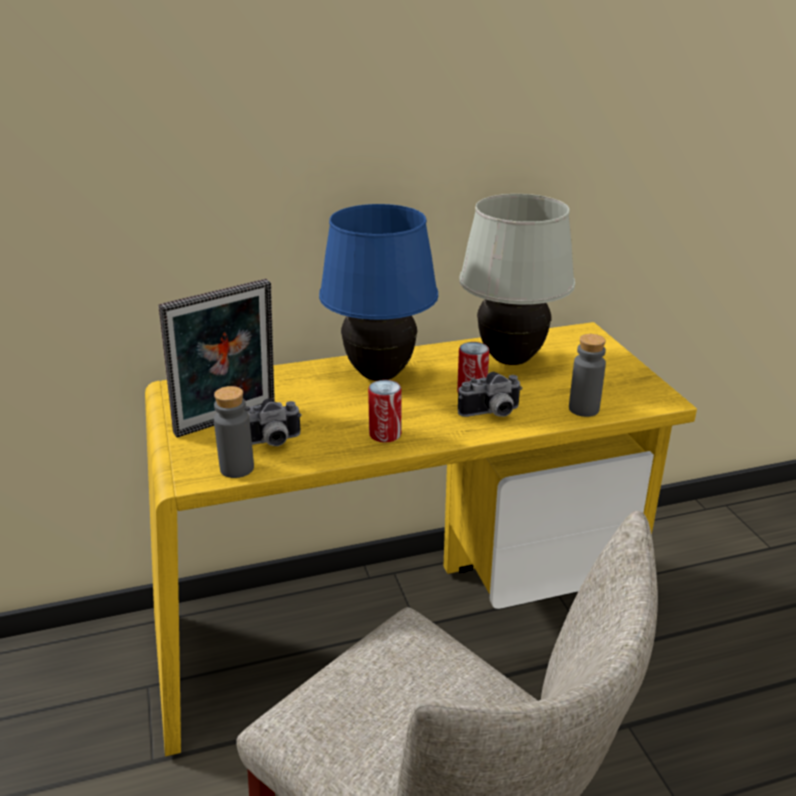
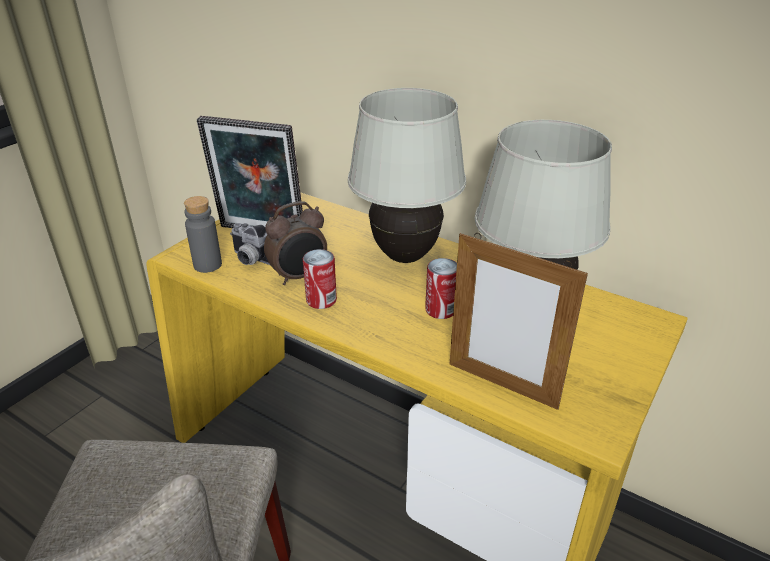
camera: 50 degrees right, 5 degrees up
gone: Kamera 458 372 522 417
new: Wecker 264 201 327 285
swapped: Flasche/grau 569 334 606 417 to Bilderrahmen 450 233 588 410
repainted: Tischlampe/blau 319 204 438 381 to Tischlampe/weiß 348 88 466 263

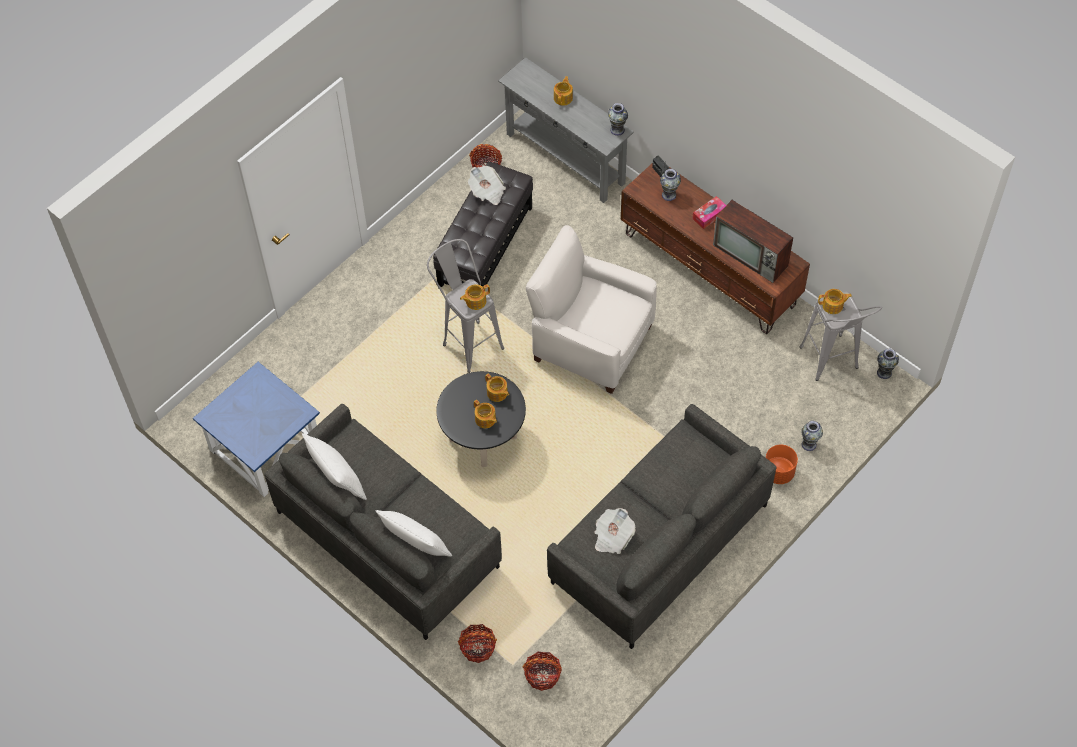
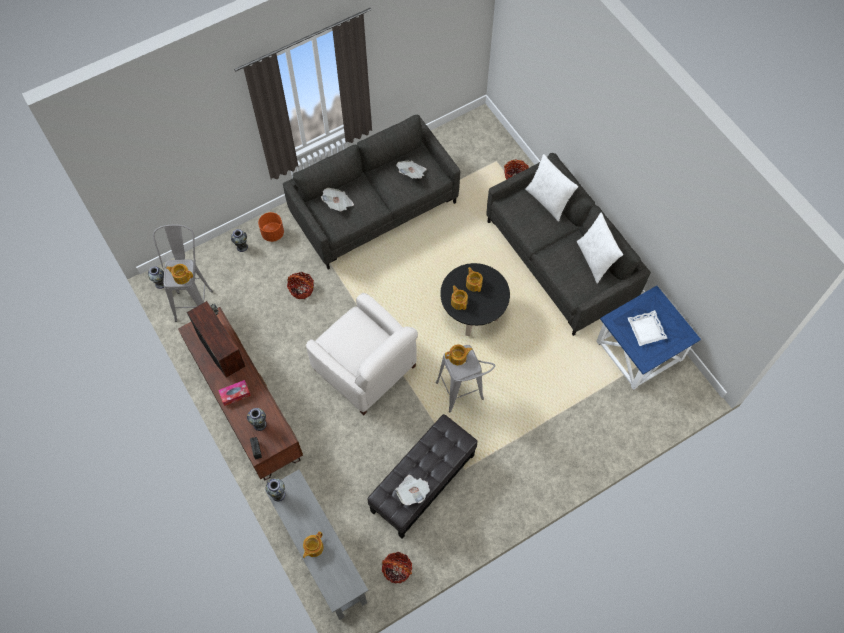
camera: 165 degrees left, 5 degrees up
new: Zeitung 321 188 354 212; Tablett/weiß 628 310 667 346
shifted: Korb 522 652 562 691 to 287 272 314 299

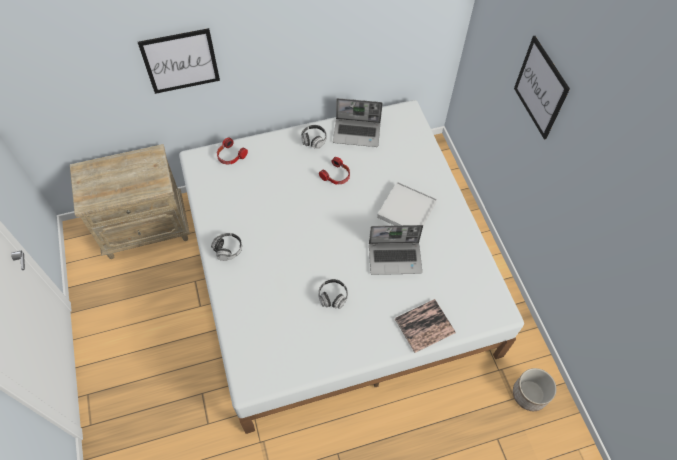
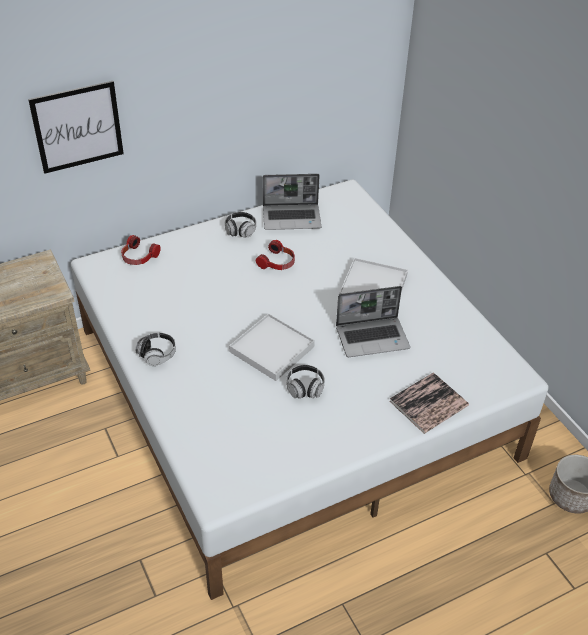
camera: 10 degrees left, 15 degrees down
gone: Bild 514 36 570 140
new: Tablett/weiß 229 313 315 381

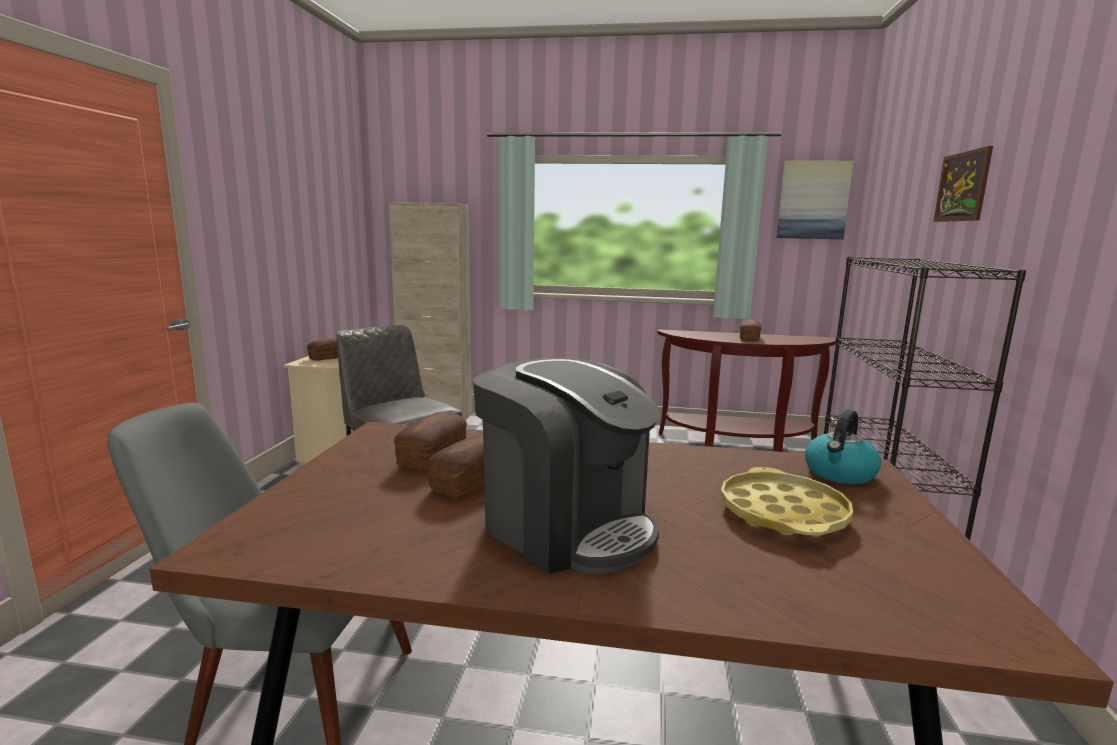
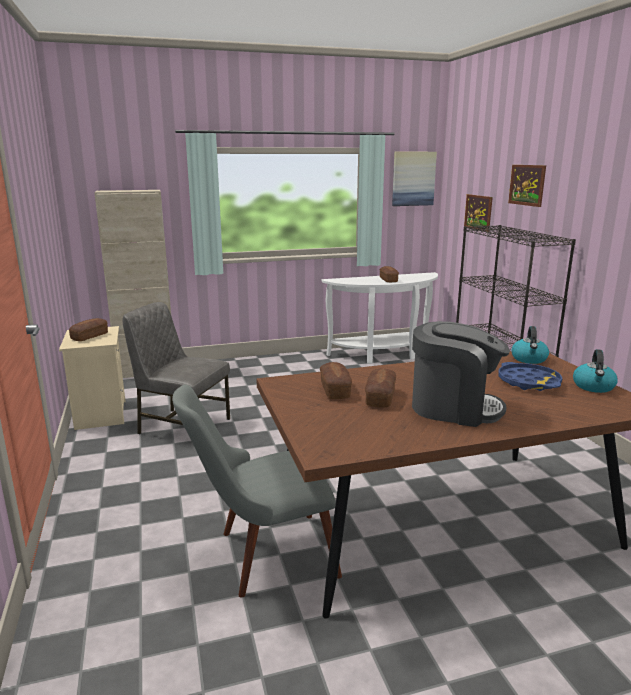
camera: 25 degrees left, 5 degrees up
new: Bild 464 194 493 232; Wasserkessel 573 349 618 393
repainted: Konsolentisch/braun 657 329 836 452 to Konsolentisch/weiß 321 272 438 364; Tablett/gelb 721 467 853 536 to Tablett/blau 498 362 562 391

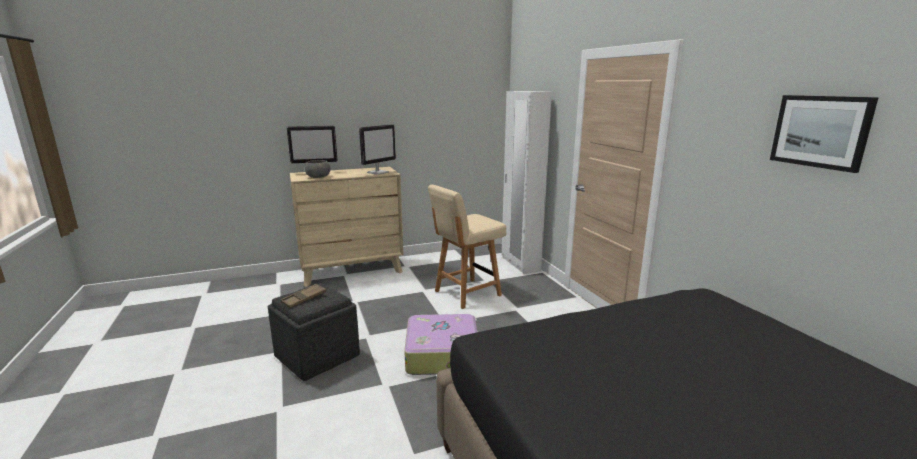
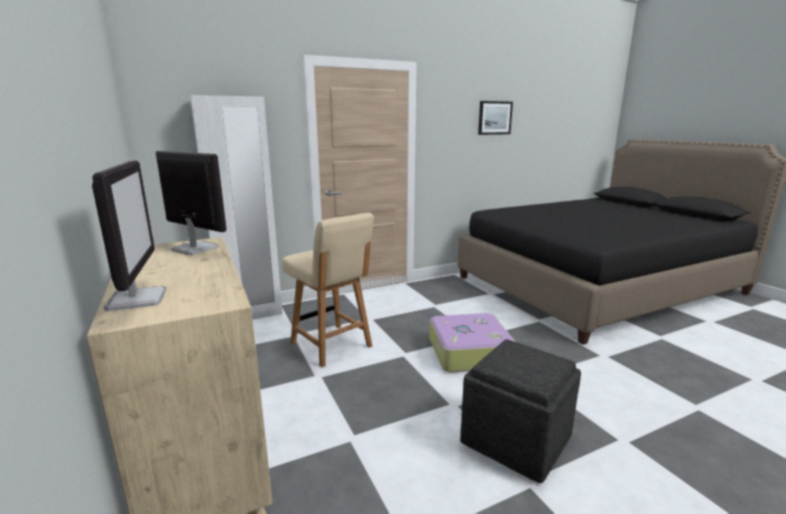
camera: 95 degrees left, 0 degrees up
gone: Tablett/braun 281 284 326 308; Schüssel/grau 305 160 331 178

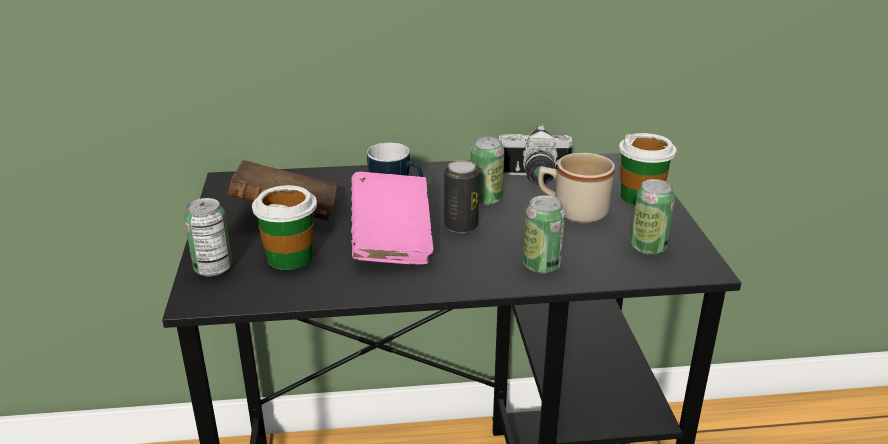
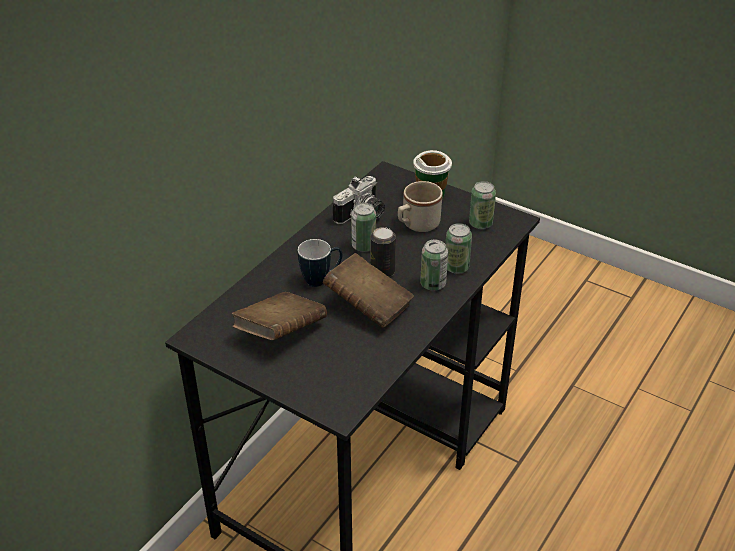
camera: 50 degrees left, 10 degrees up
gone: Tasse 252 185 317 270
shifted: Dose 184 198 232 277 to 420 240 448 291
repainted: Buch/rosa 351 172 433 265 to Buch/braun 323 253 414 328

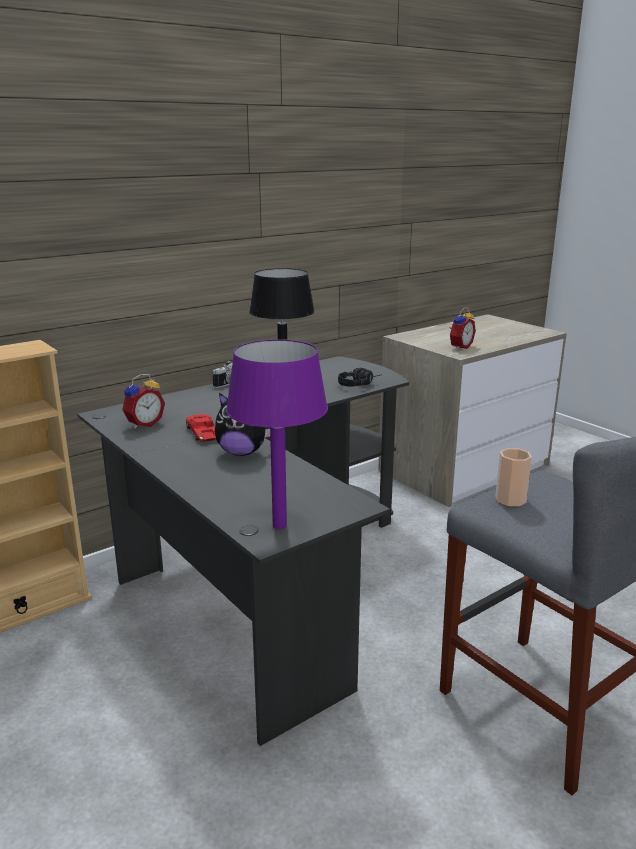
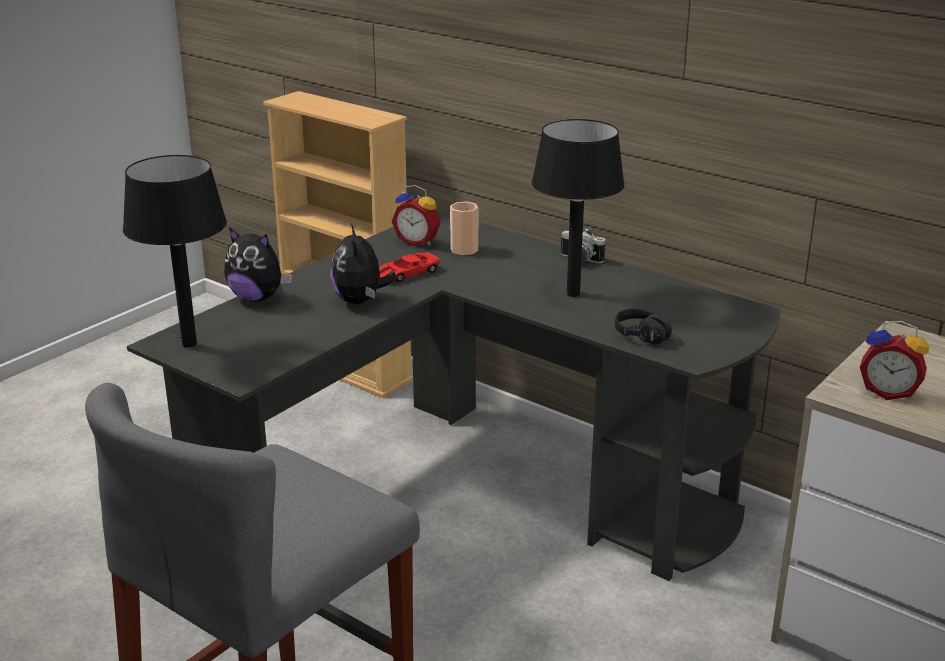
camera: 75 degrees right, 5 degrees up
new: Plüschtier 224 227 292 302
shifted: Tasse 495 448 532 506 to 450 201 478 255
repainted: Tischlampe/lila 226 339 328 529 to Tischlampe/schwarz 123 155 227 348

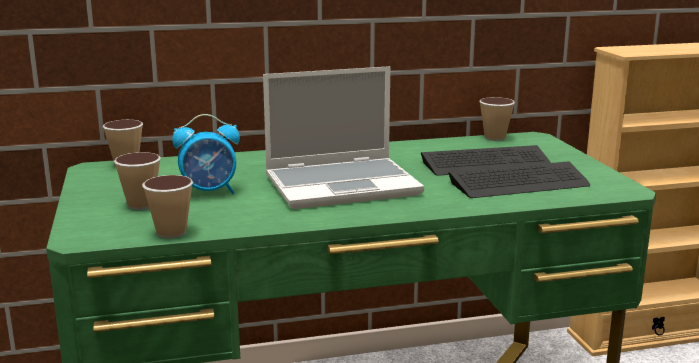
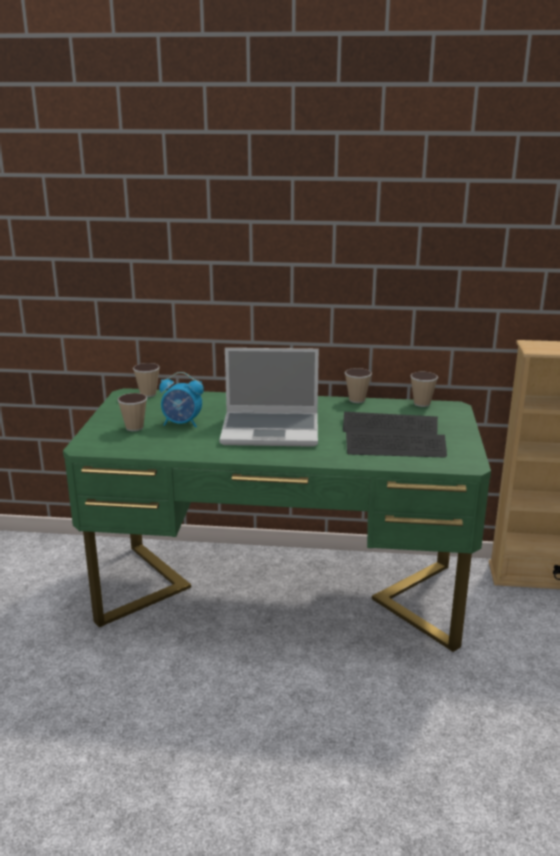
camera: 20 degrees right, 5 degrees up
shifted: Tasse 142 175 193 239 to 345 368 372 403

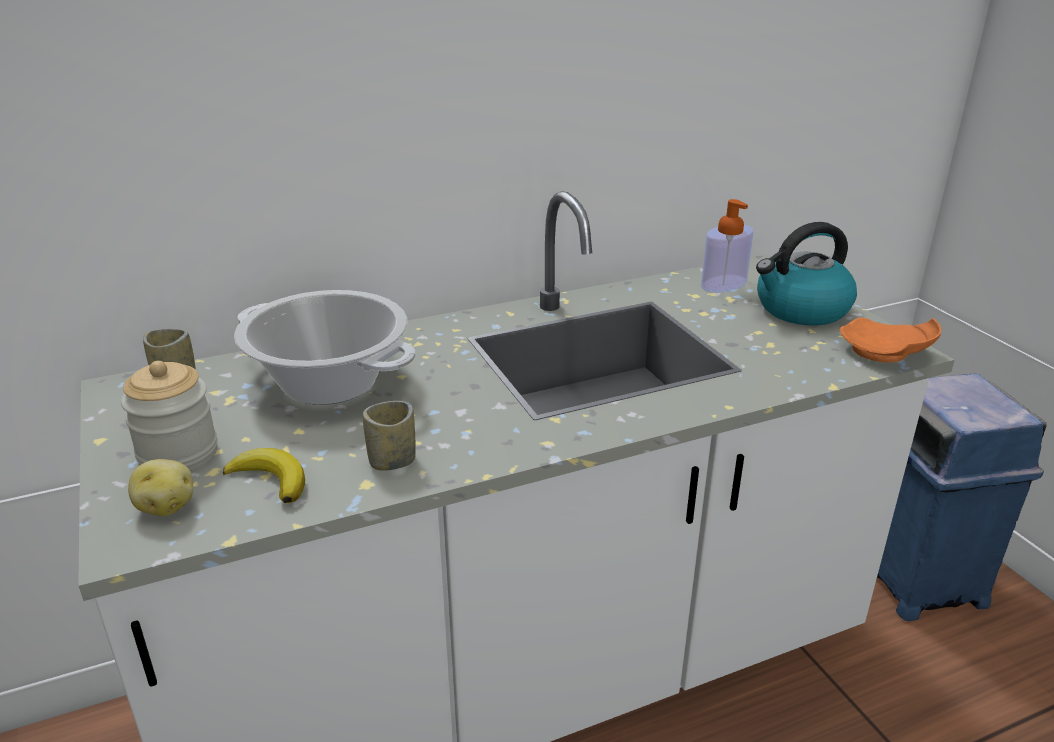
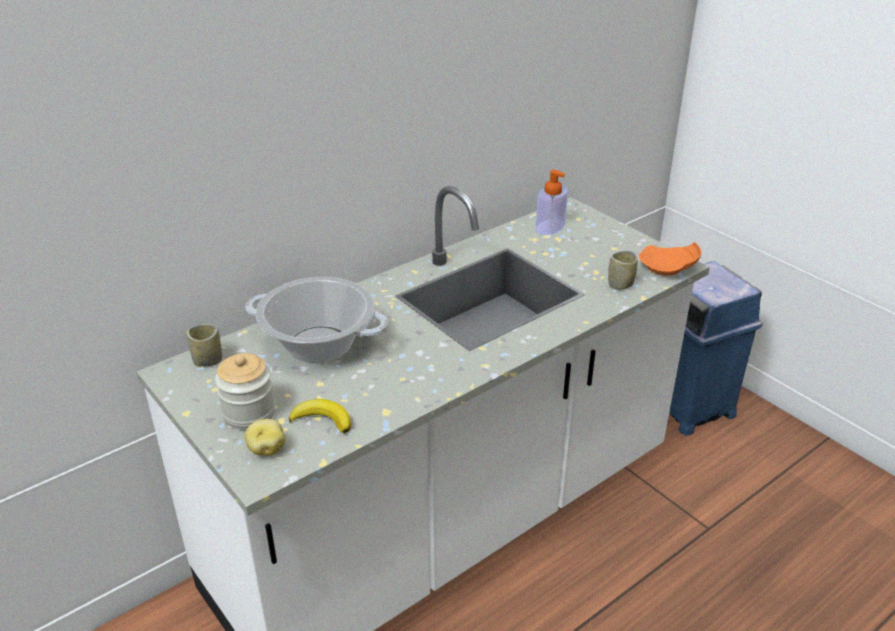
camera: 15 degrees left, 5 degrees up
gone: Wasserkessel 756 222 857 326
shifted: Tasse 362 401 416 471 to 608 251 638 290

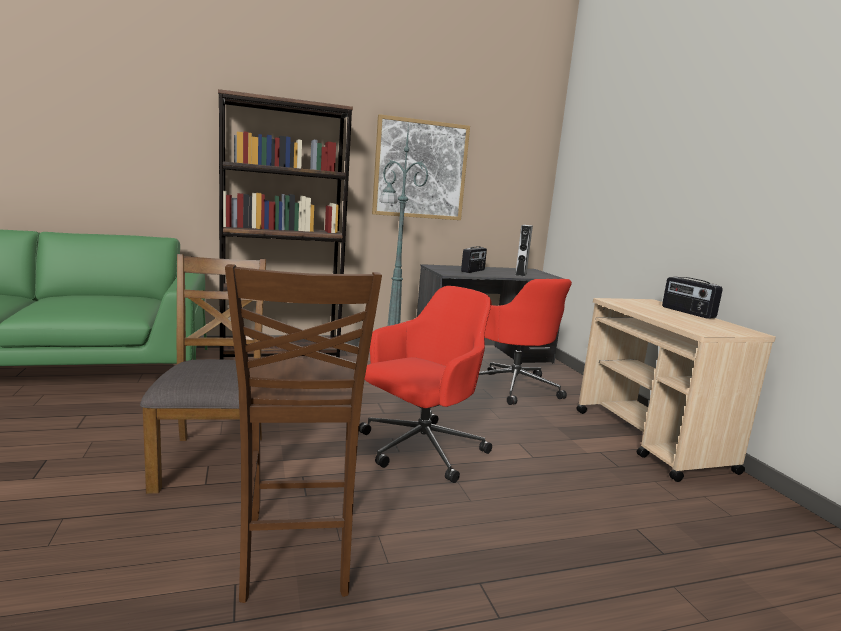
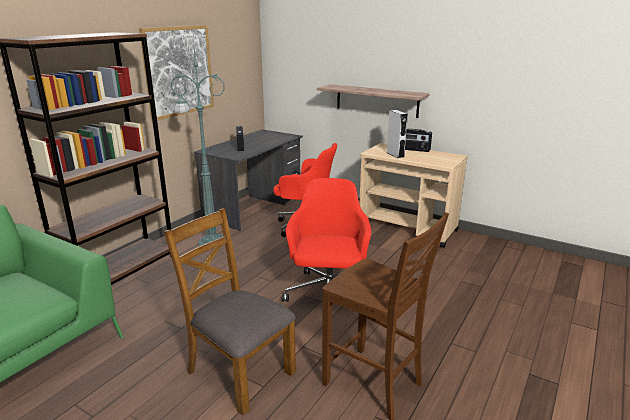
camera: 40 degrees left, 10 degrees up
new: Wandregal 317 84 430 118
shifted: Lautsprecher/grau 515 225 533 276 to 387 110 408 158

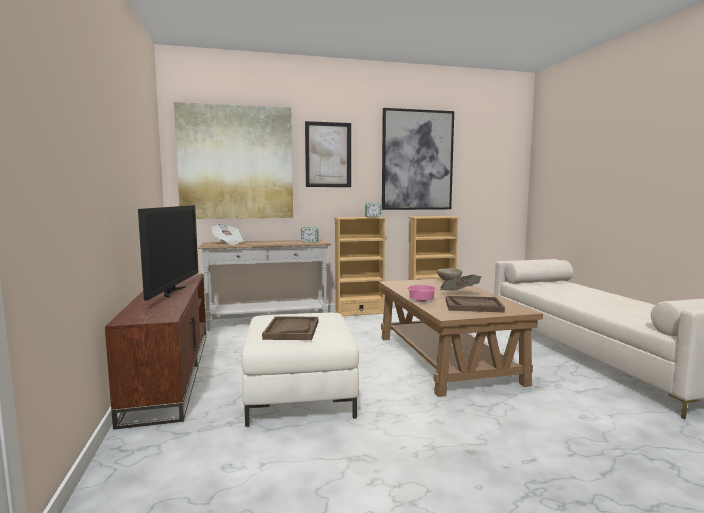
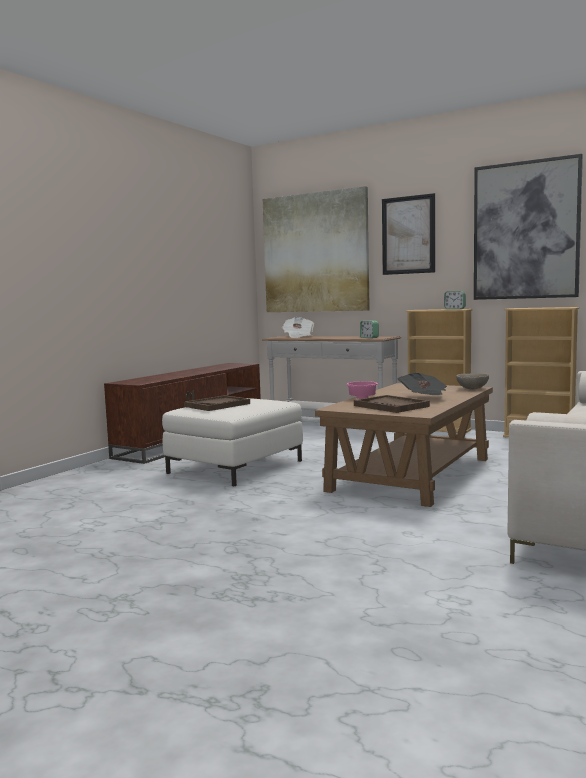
camera: 45 degrees right, 0 degrees up
gone: Fernseher 138 205 199 301

